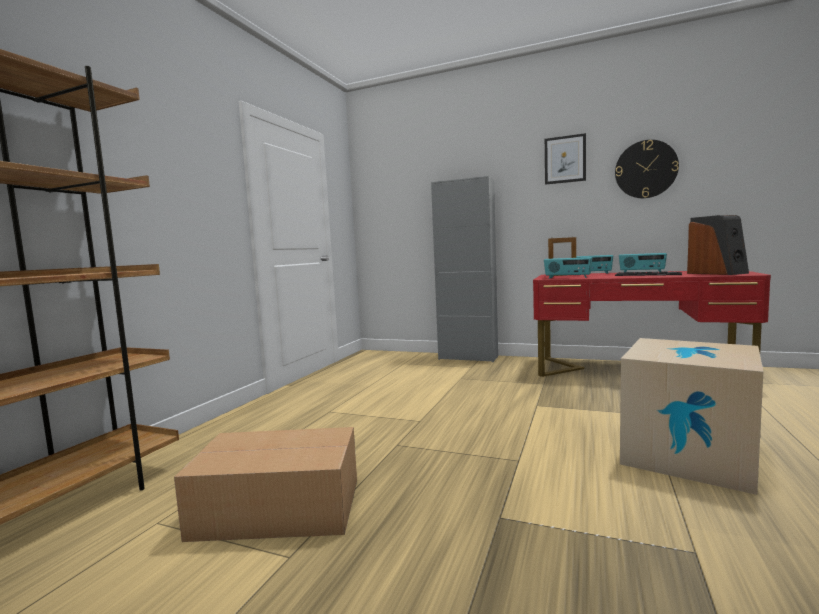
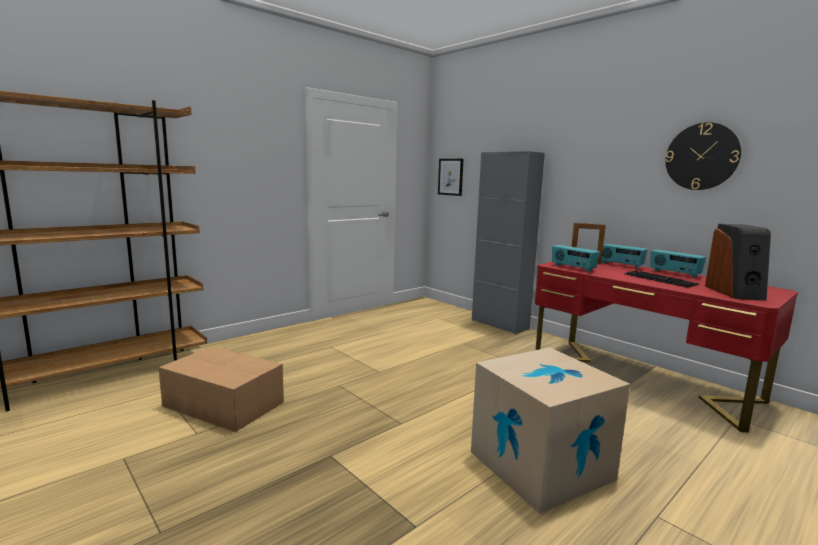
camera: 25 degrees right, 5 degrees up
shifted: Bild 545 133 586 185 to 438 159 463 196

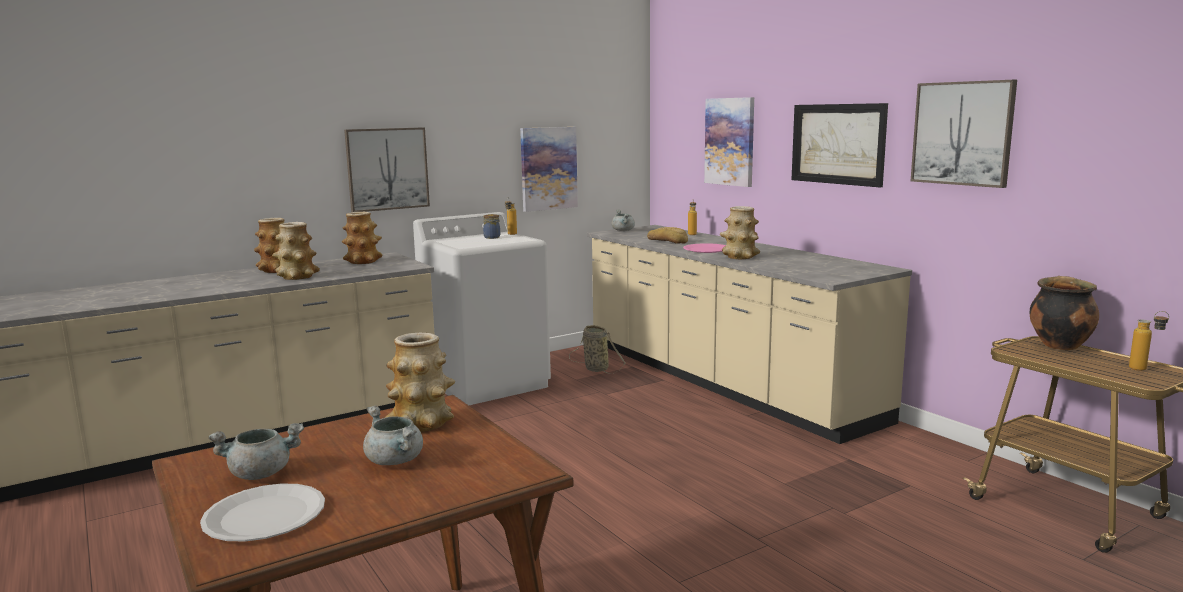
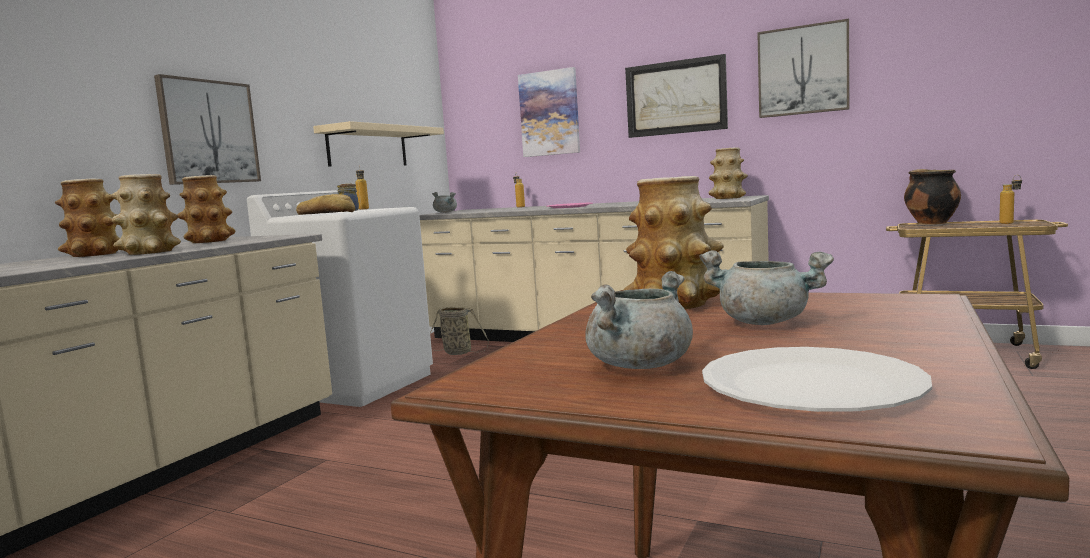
camera: 30 degrees left, 5 degrees down
shifted: Brot 647 227 688 244 to 296 194 355 215; Vase 720 206 760 259 to 709 147 748 199
swapped: Bild 520 127 578 212 to Wandregal/beige 313 121 444 167

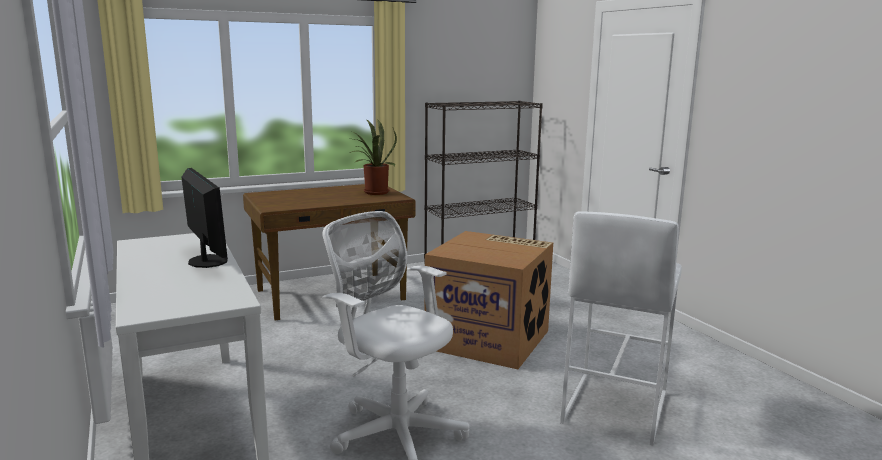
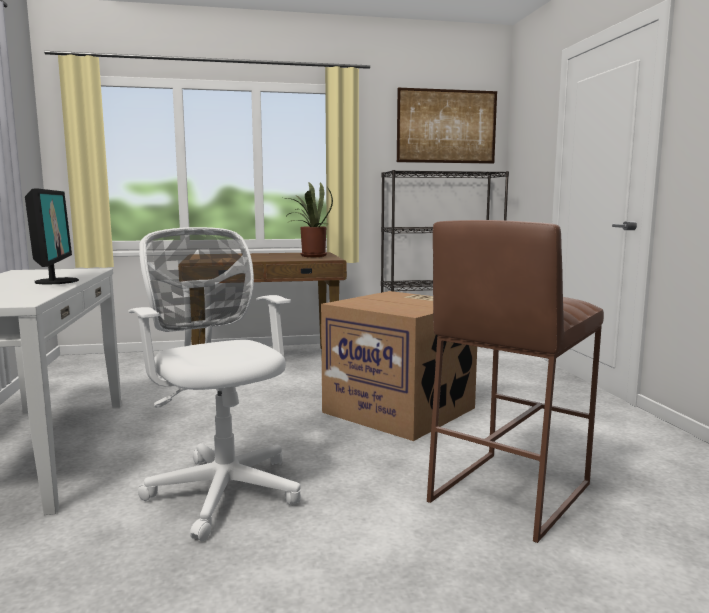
camera: 15 degrees right, 5 degrees down
new: Bild 397 88 497 164
repainted: Hocker/weiß 560 211 682 445 to Hocker/braun 427 220 604 543

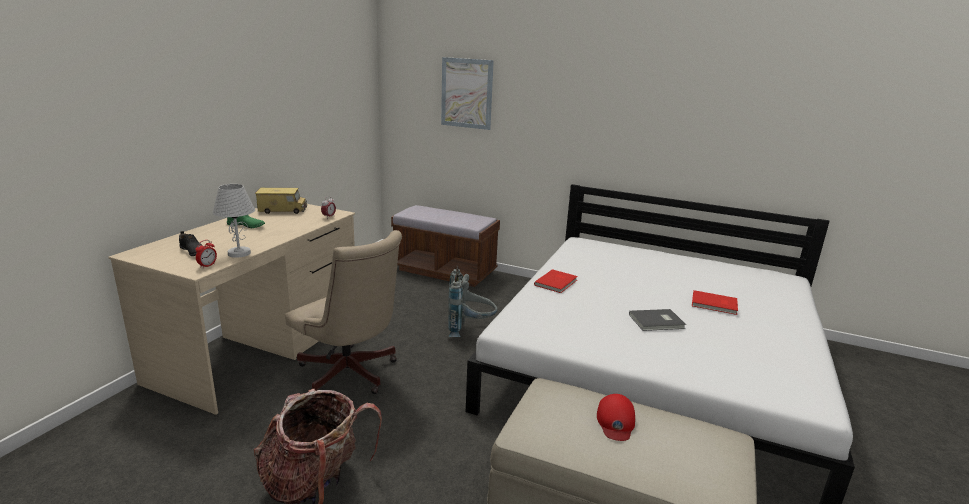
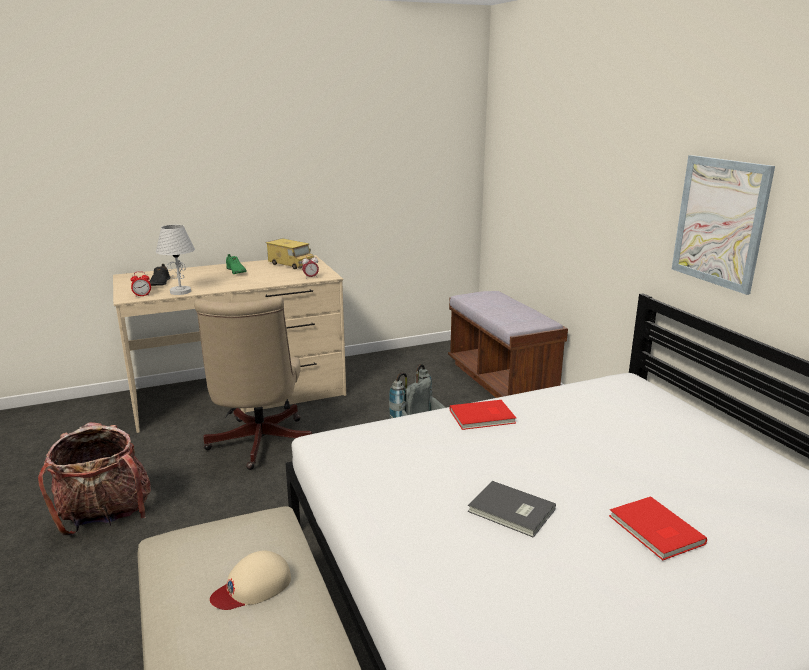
camera: 45 degrees right, 0 degrees up
shifted: Bild 441 57 494 130 to 672 155 775 295
repainted: Kappe/rot 597 394 635 441 to Kappe/beige 210 551 291 610

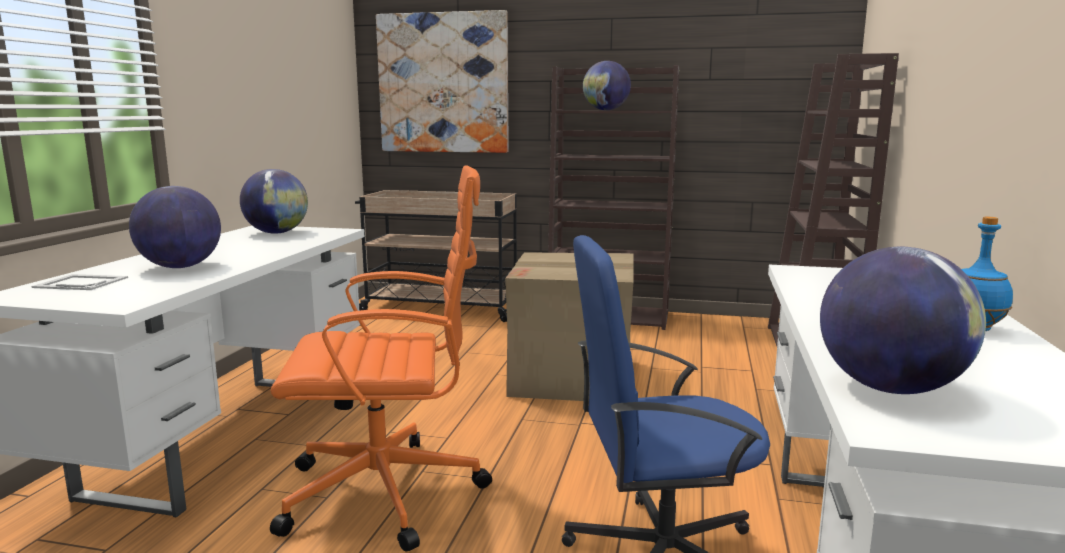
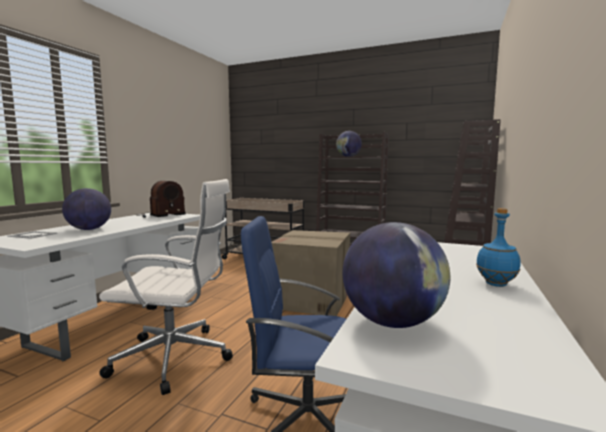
camera: 10 degrees right, 5 degrees down
gone: Bild 376 10 509 153
swapped: Globus 240 169 308 234 to Radio 136 181 185 218
repainted: Bürostuhl/orange 270 165 492 552 to Bürostuhl/weiß 99 179 233 395

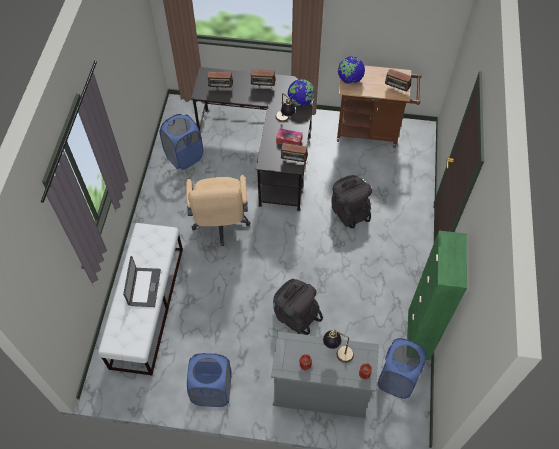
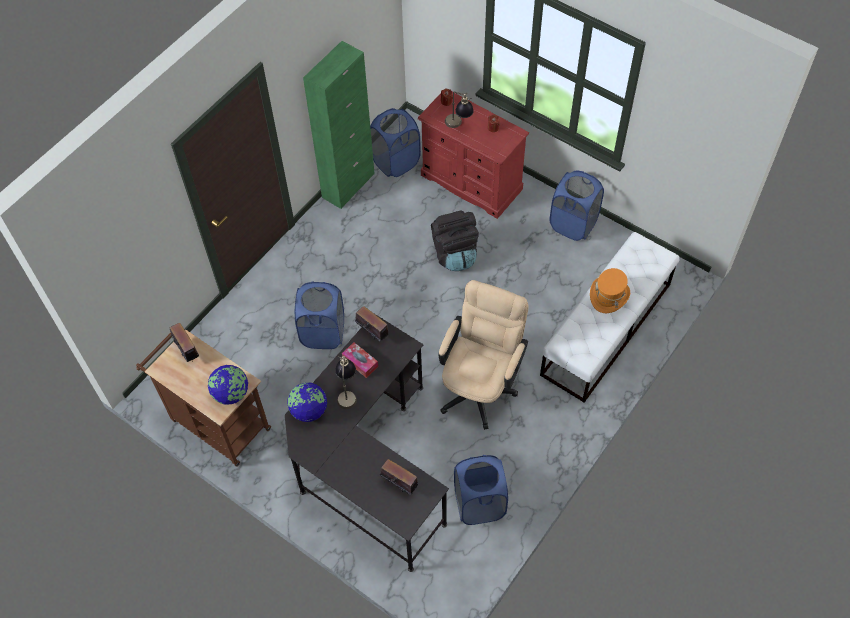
camera: 150 degrees left, 0 degrees up
gone: Radio 249 69 276 87
swapped: Rucksack/schwarz 331 175 372 228 to Wäschekorb/blau 295 282 344 349; Laptop 123 256 161 307 to Hut/orange 590 268 630 313
repainted: Kommode/grau 271 331 379 418 to Kommode/rot 418 88 529 219

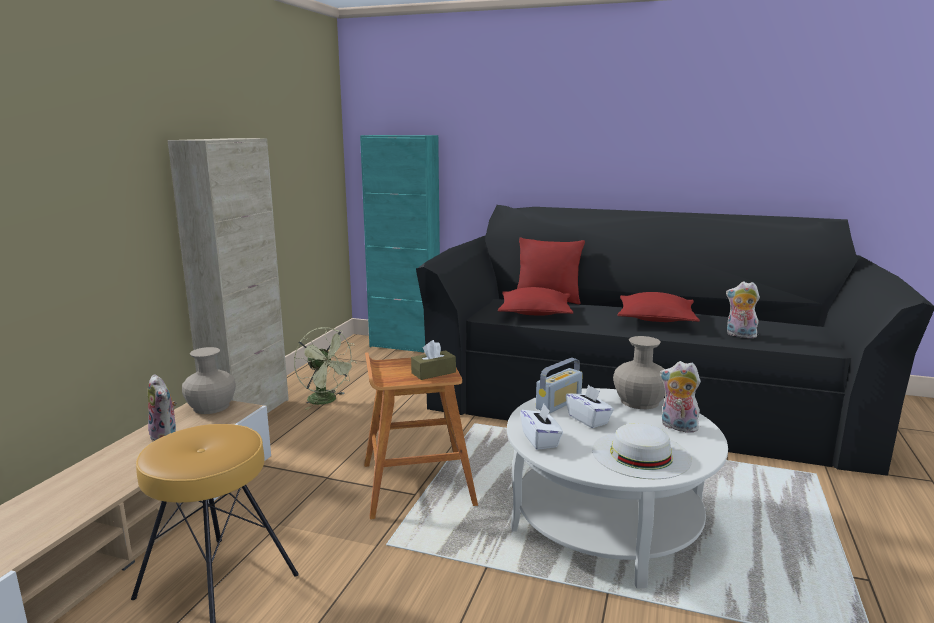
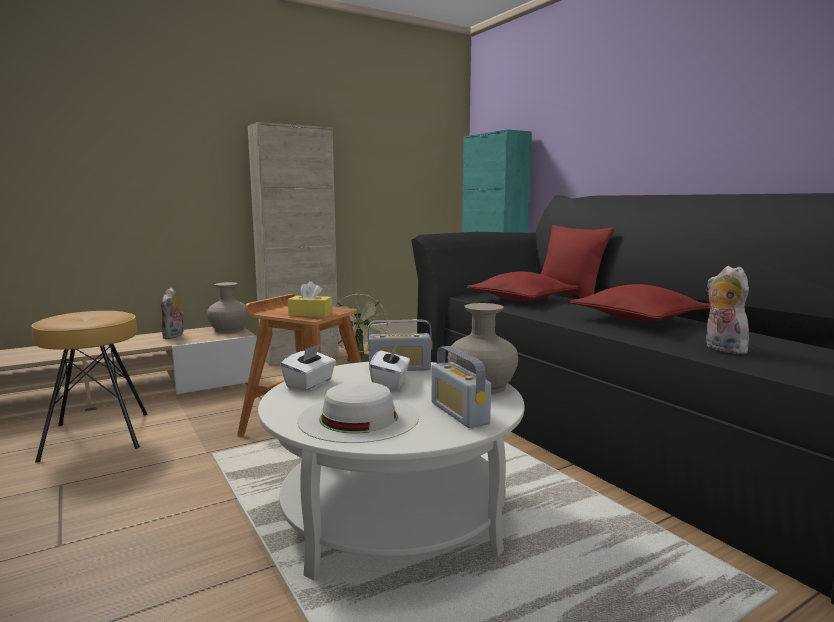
camera: 40 degrees right, 5 degrees down
swapped: Plüschtier 660 361 701 433 to Radio 432 346 491 428
repainted: Taschentuchbox/braun 411 340 456 380 to Taschentuchbox/gelb 288 281 332 317

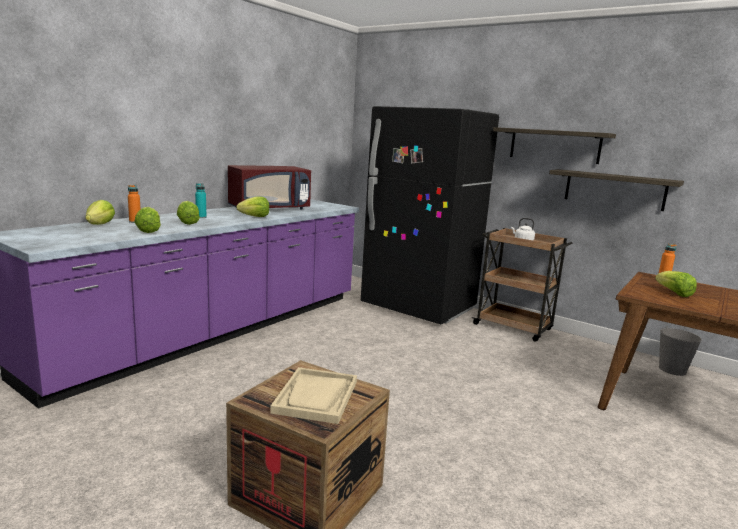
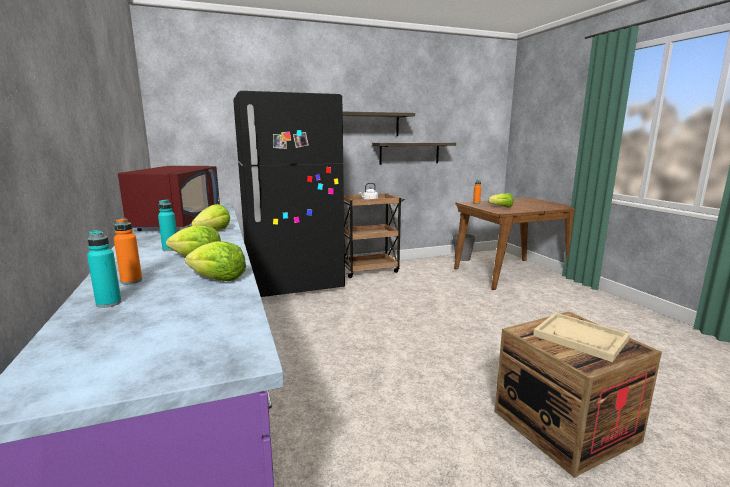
camera: 55 degrees left, 0 degrees up
swapped: Salatkopf 85 200 115 225 to Flasche/türkis 87 230 121 308

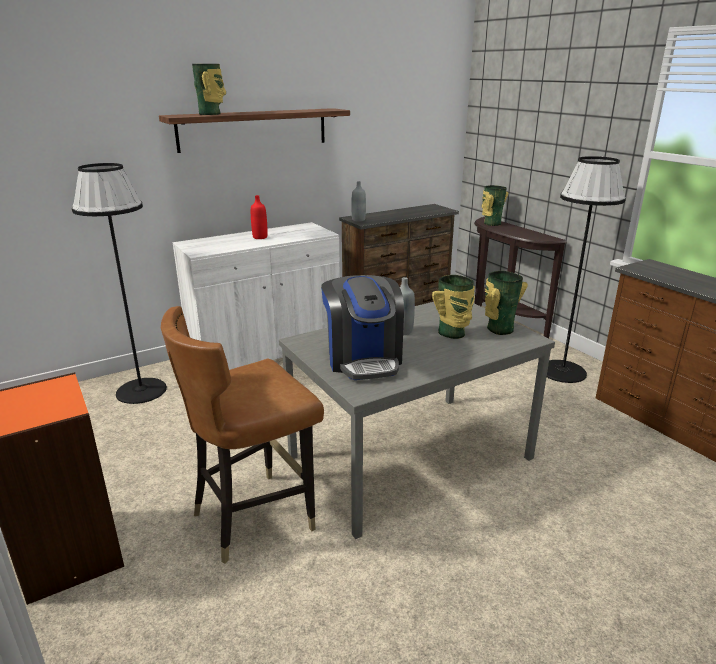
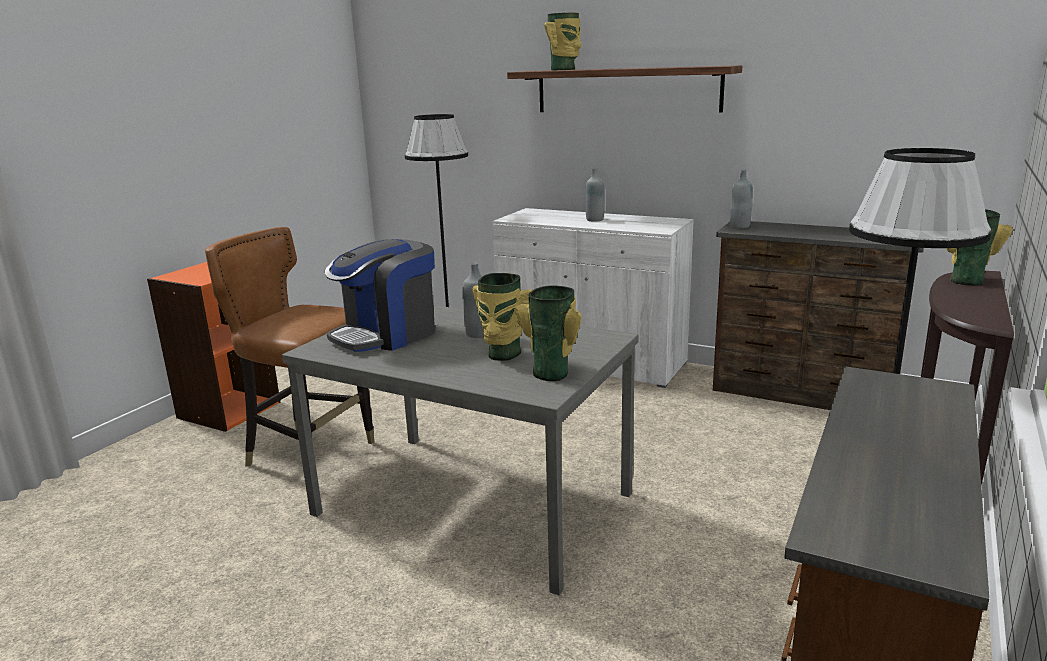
camera: 60 degrees right, 5 degrees down
repainted: Flasche/rot 251 195 268 239 to Flasche/grau 585 168 605 222

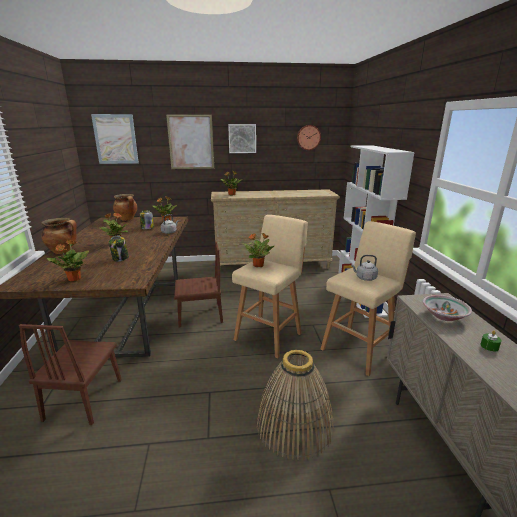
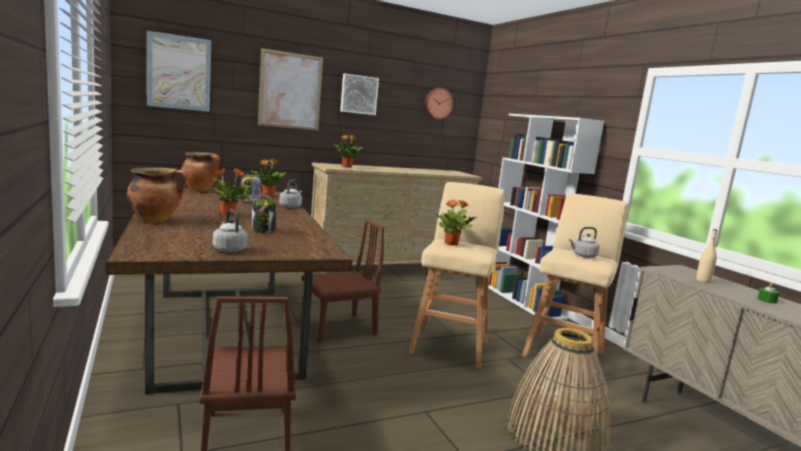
camera: 20 degrees left, 10 degrees down
swapped: Topfpflanze 47 240 89 281 to Wasserkessel/grau 213 209 248 252; Schüssel 423 295 472 321 to Flasche/beige 696 229 718 283

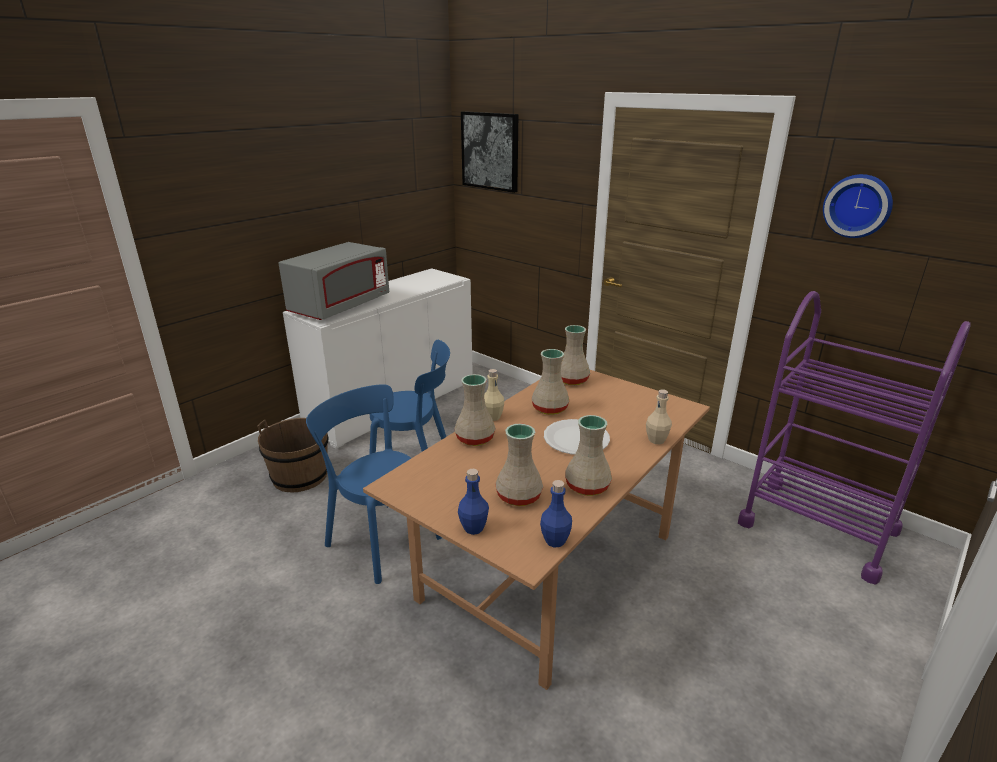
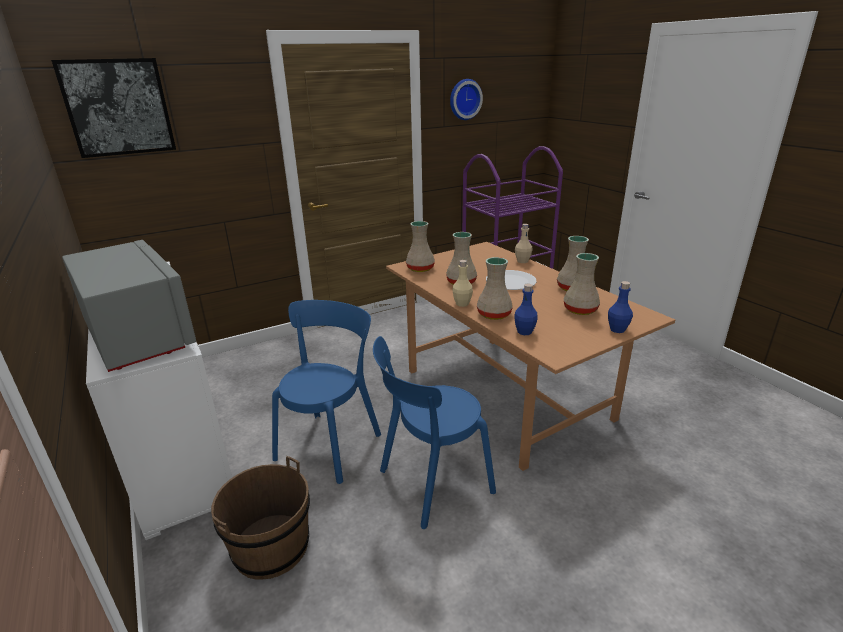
camera: 70 degrees left, 0 degrees up
shifted: Flasche/blau 540 480 572 548 to 514 283 538 335

